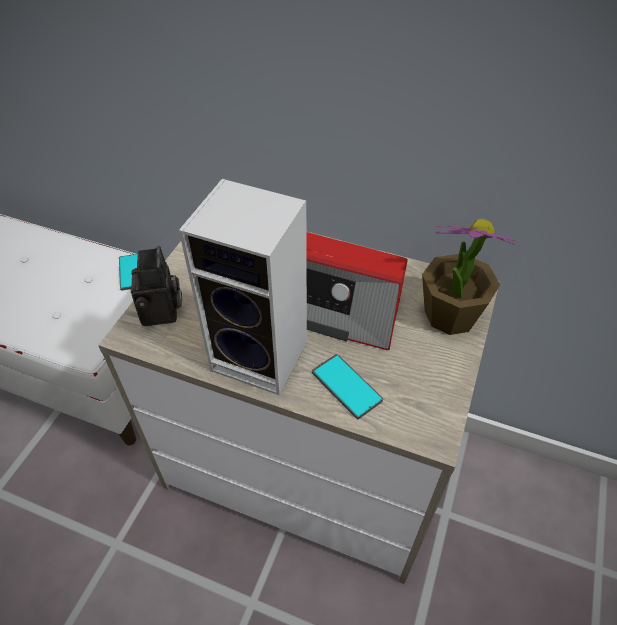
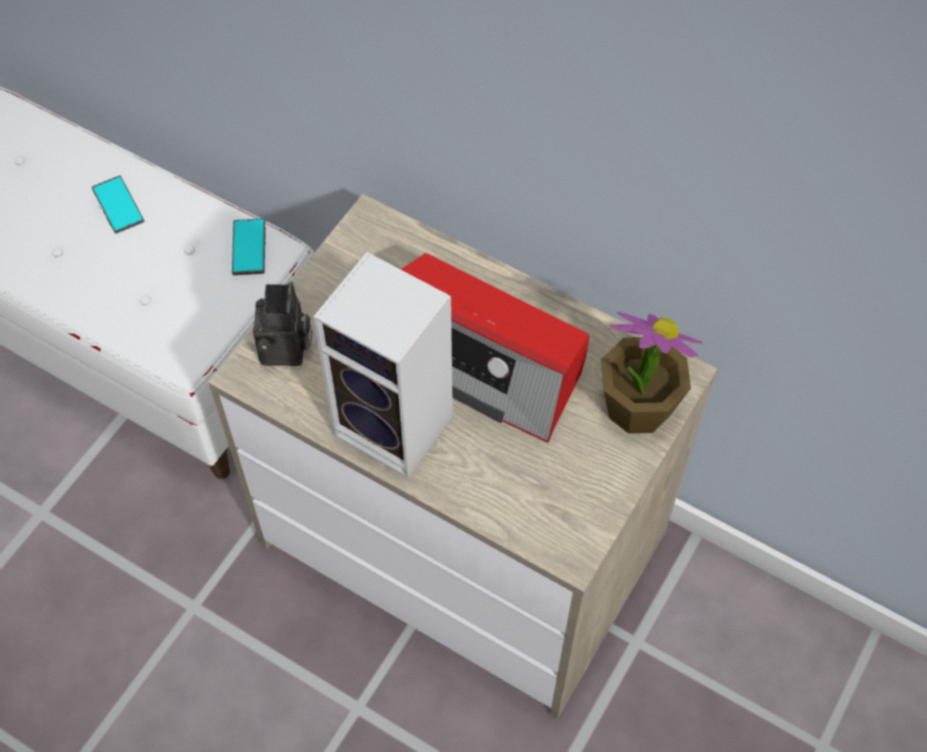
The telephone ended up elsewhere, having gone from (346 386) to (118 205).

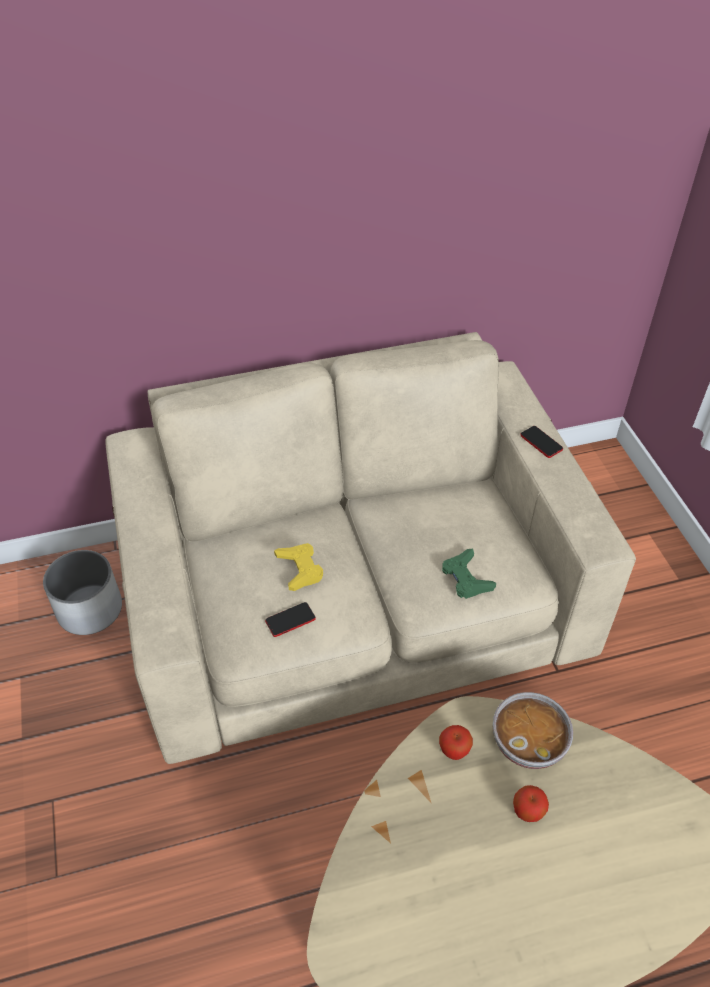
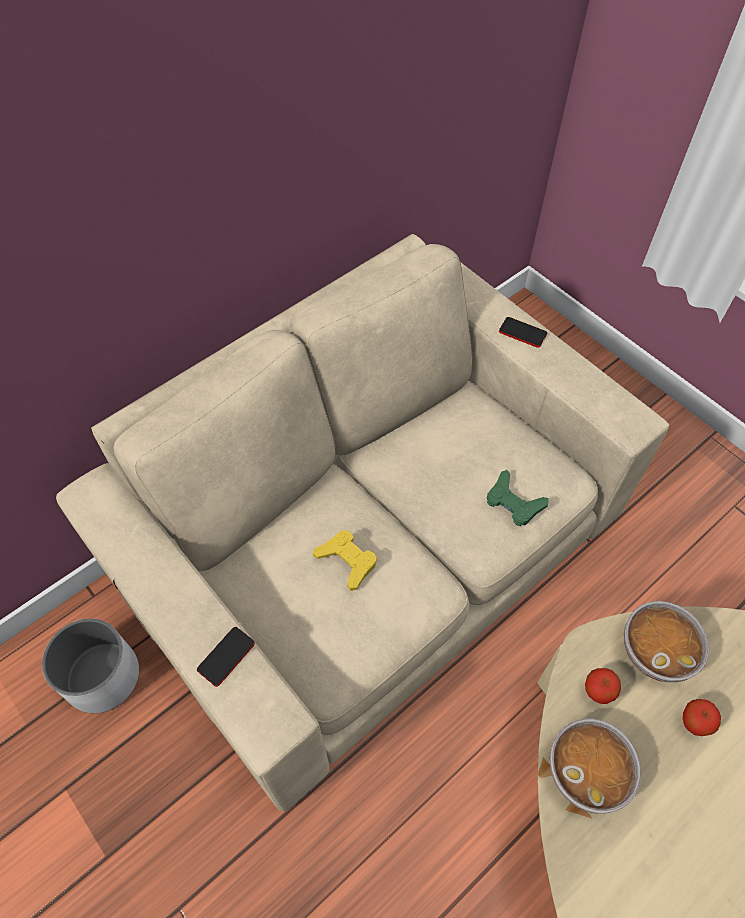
The second view gained the bowl at (587 771). The telephone ended up elsewhere, having gone from (290 620) to (226 656).

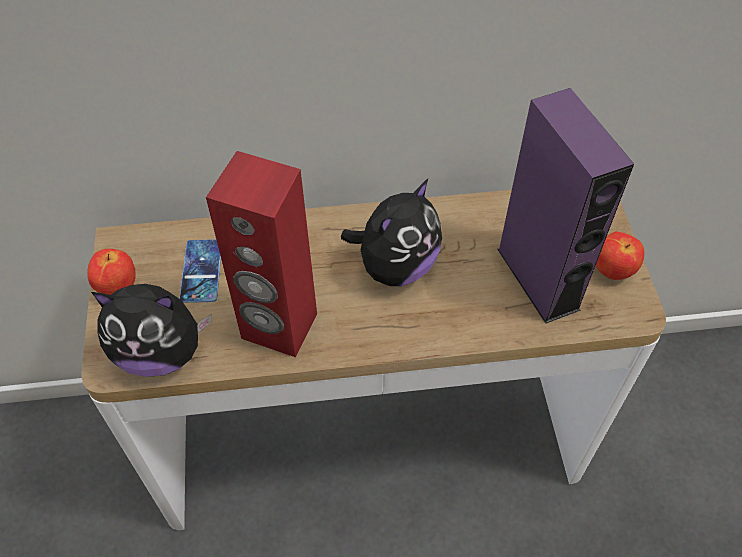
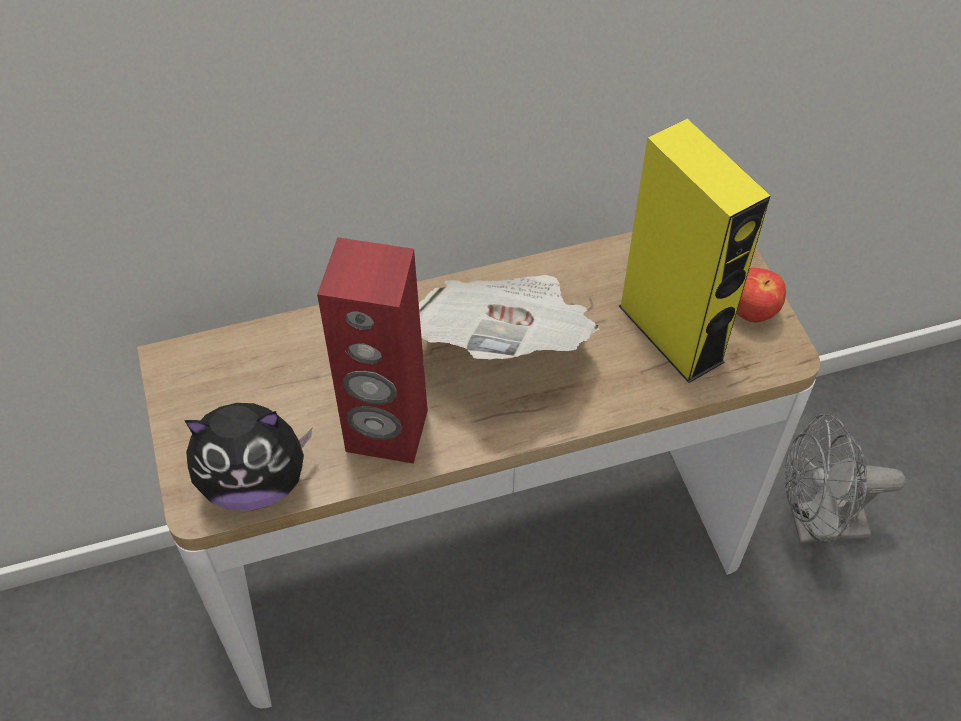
The second view lost the apple at (118 288). The second view lost the telephone at (201 271). The second view gained the gray cooling fan at (816 525). Where the cuddly toy stood at (395 267), the daily paper came to stand at (506 343). What was the purple loudspeaker at (537 279) turned into the yellowish loudspeaker at (670 333).

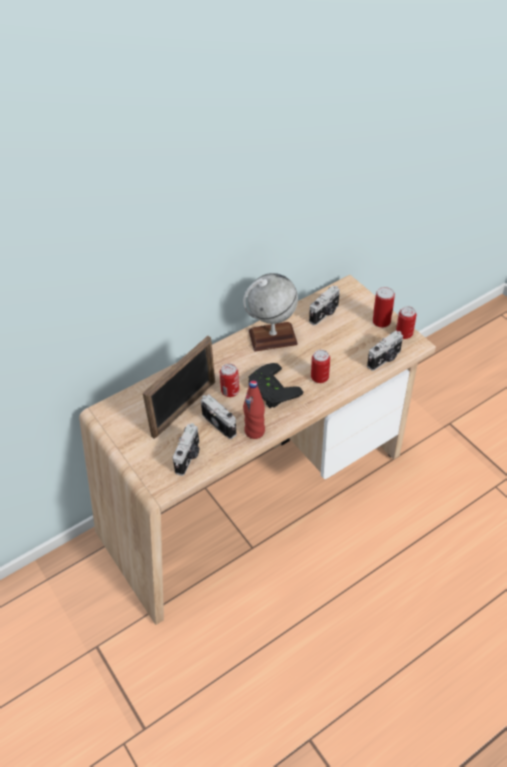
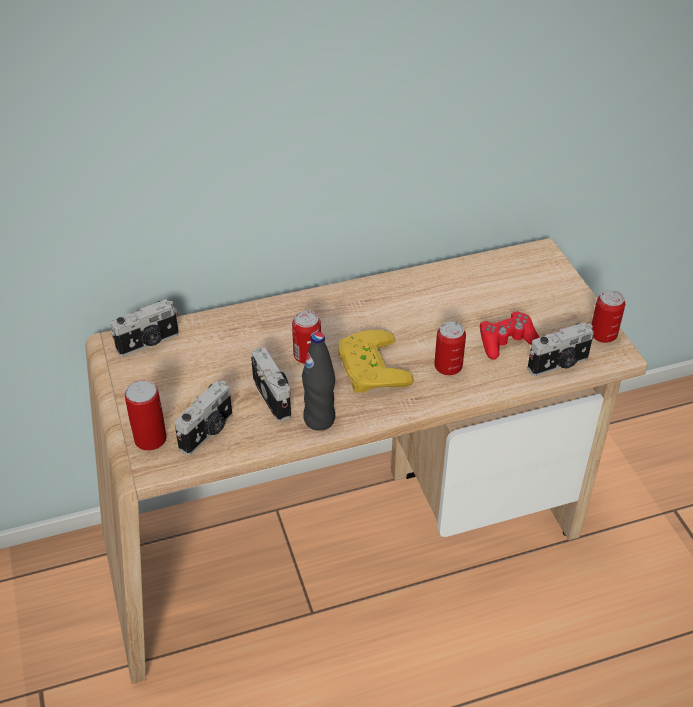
The second view lost the standing frame at (184 408). The second view lost the globe at (272 337). The second view gained the red-coloured gamepad at (506 342). The still camera ended up elsewhere, having gone from (325 314) to (148 343). The sealed can ended up elsewhere, having gone from (381 321) to (150 439). What was the red-coloured drink bottle at (254 431) turned into the black-coloured drink bottle at (319 419). What was the black-coloured gamepad at (270 390) turned into the yellowish gamepad at (367 368).

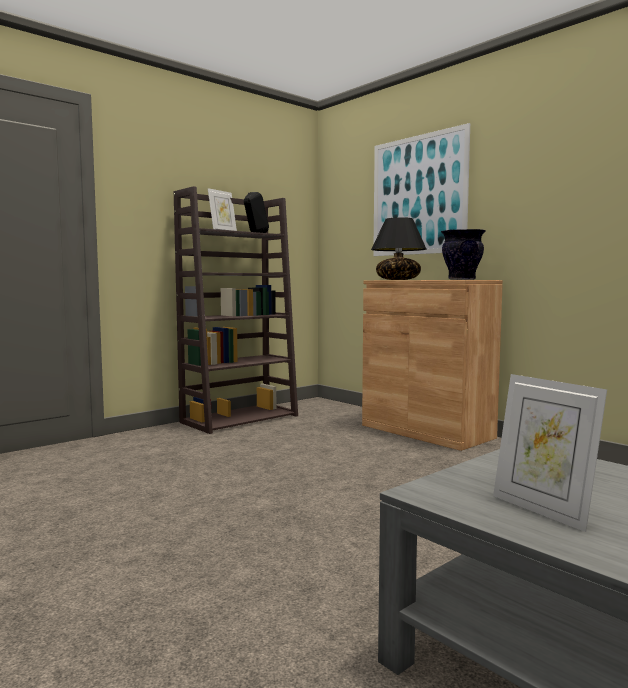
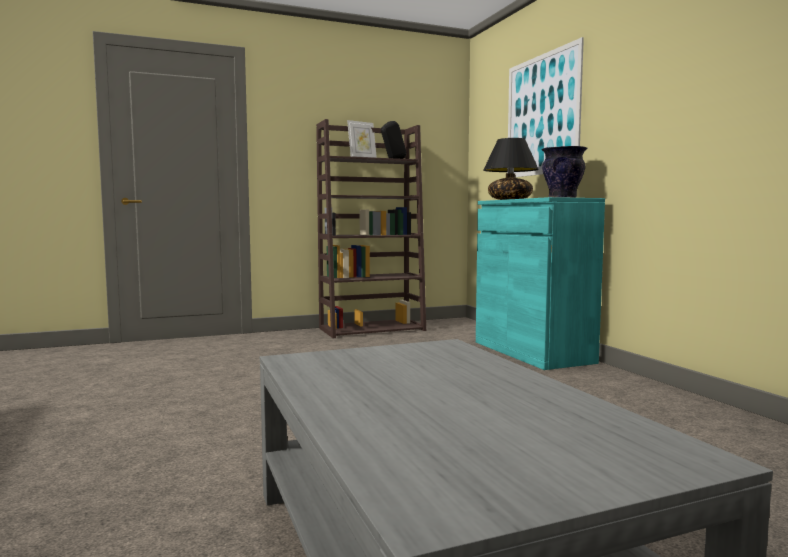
The second view lost the standing frame at (542 510). What was the brown cabinet at (426 431) turned into the turquoise cabinet at (532 352).

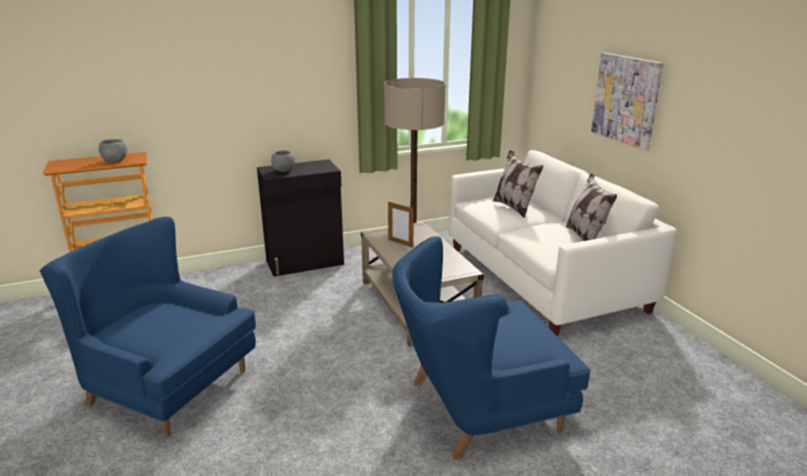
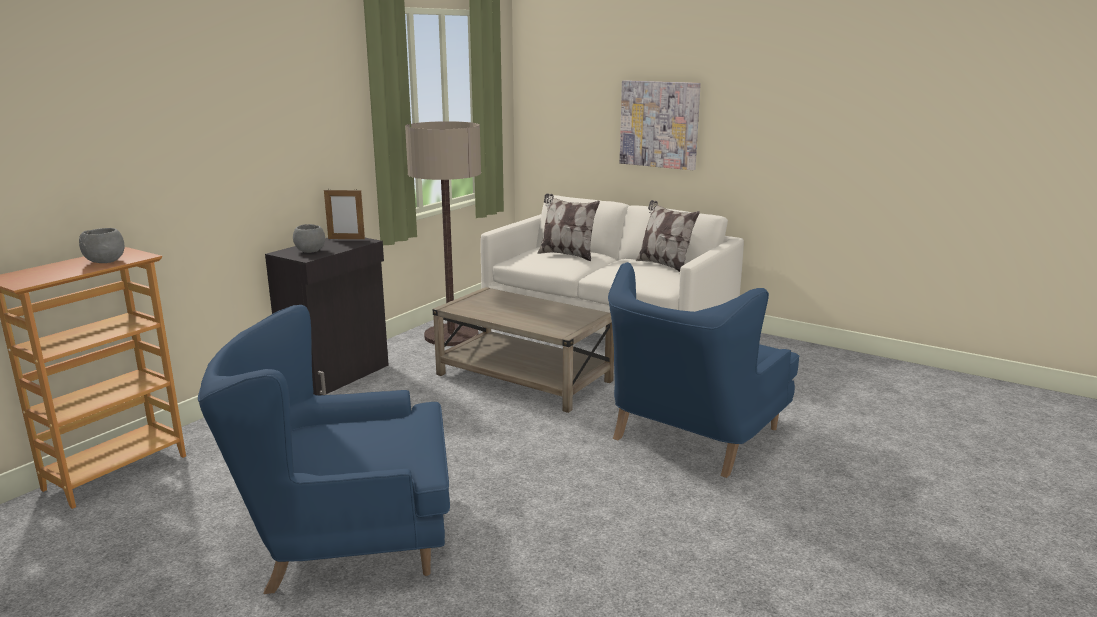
The standing frame ended up elsewhere, having gone from (400 243) to (346 239).

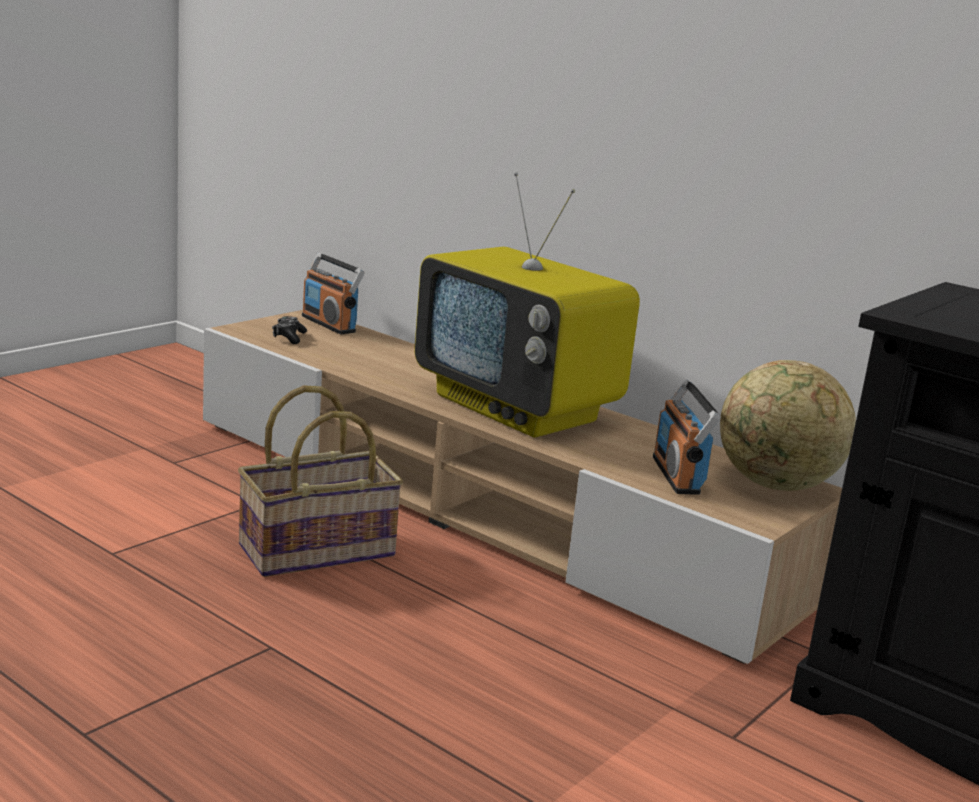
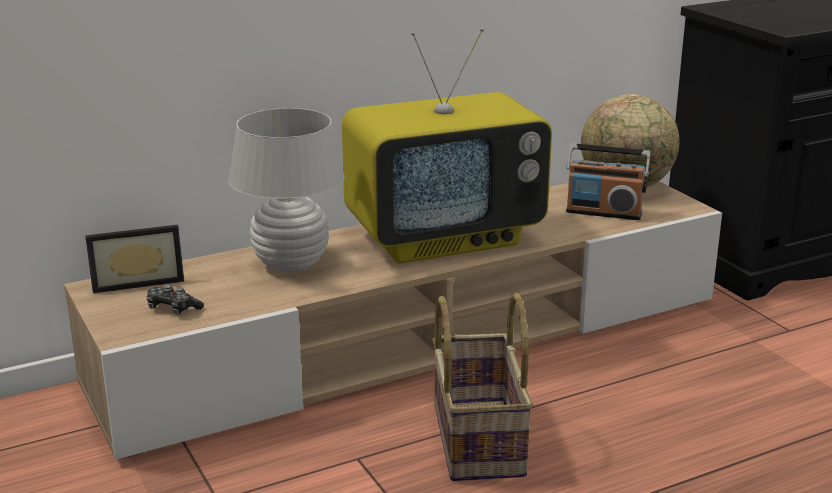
The second view gained the white table lamp at (291 264). Where the radio receiver stood at (329 324), the standing frame came to stand at (137 281).

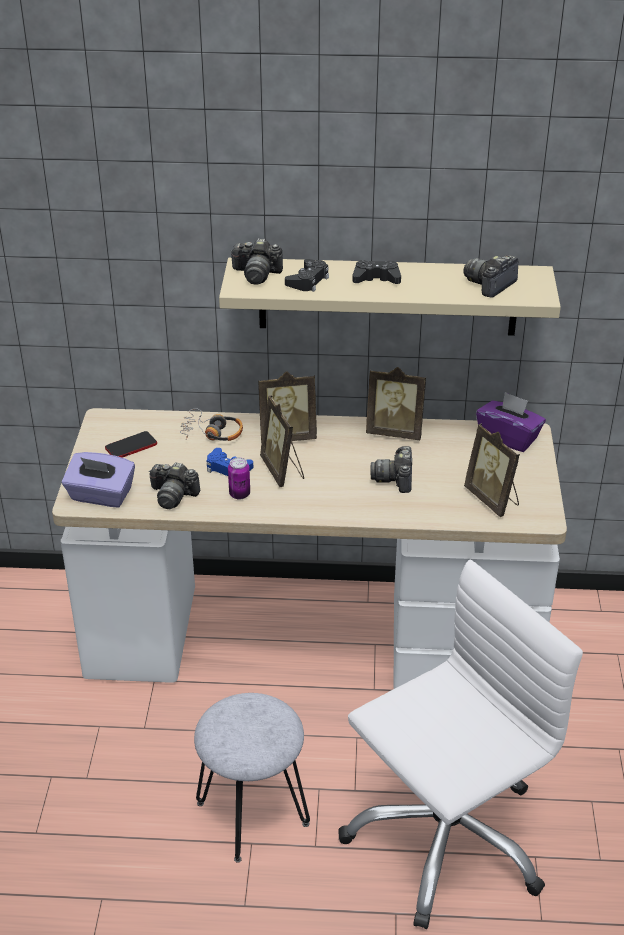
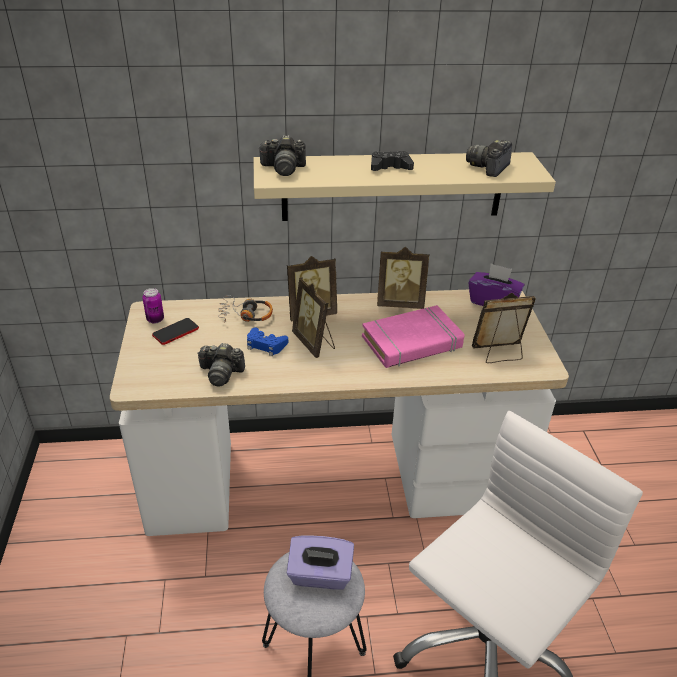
The second view lost the black-coloured gamepad at (308 280). The purple box of tissues ended up elsewhere, having gone from (101 496) to (320 575). The sealed can ended up elsewhere, having gone from (239 494) to (155 319). Where the still camera stood at (395 479), the pinkish volume came to stand at (412 342). The standing frame at (493 499) ended up facing another way, 120 degrees clockwise from before.

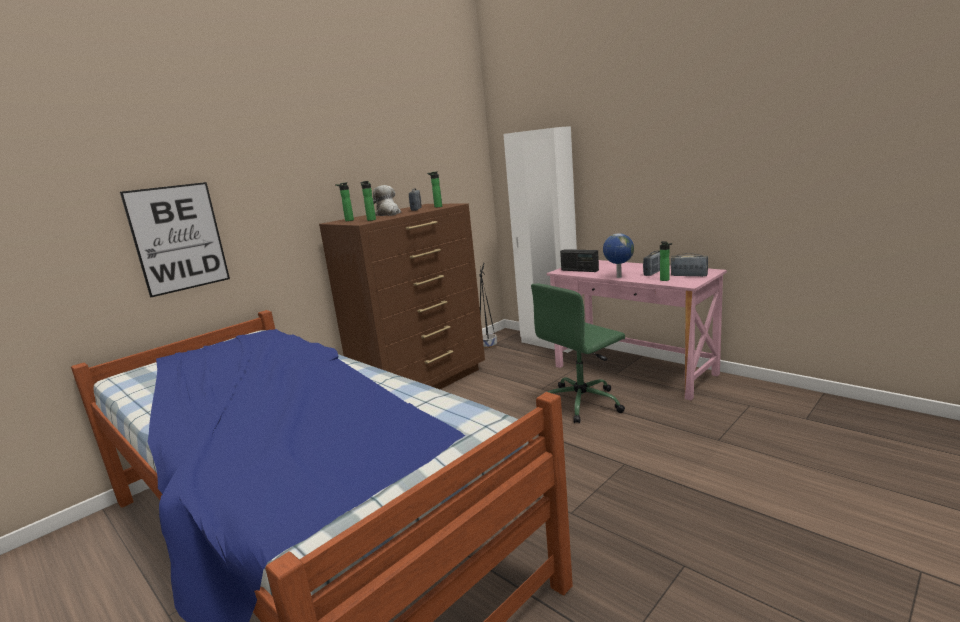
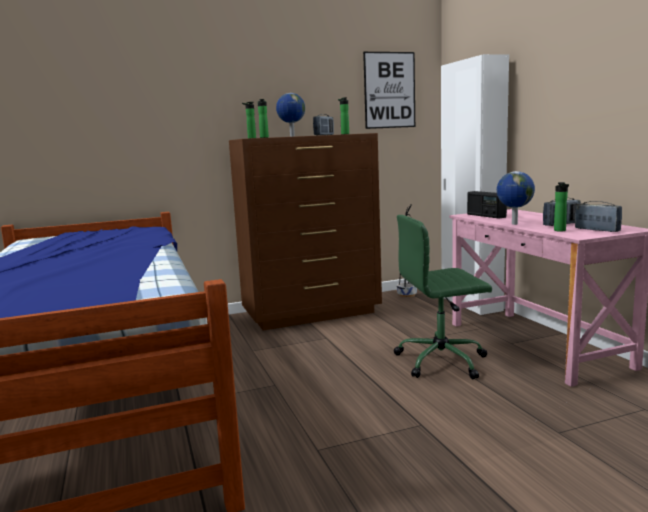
The wall picture ended up elsewhere, having gone from (178 238) to (389 90). Where the cuddly toy stood at (388 214), the globe came to stand at (292 136).

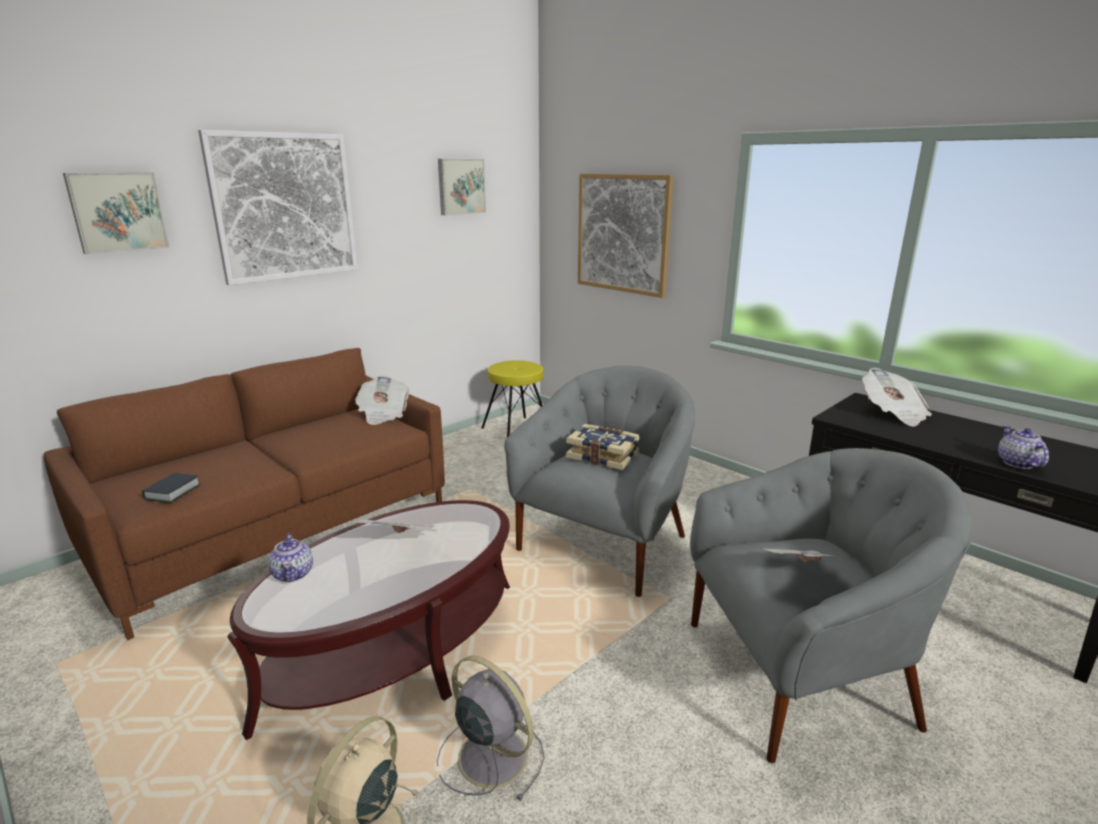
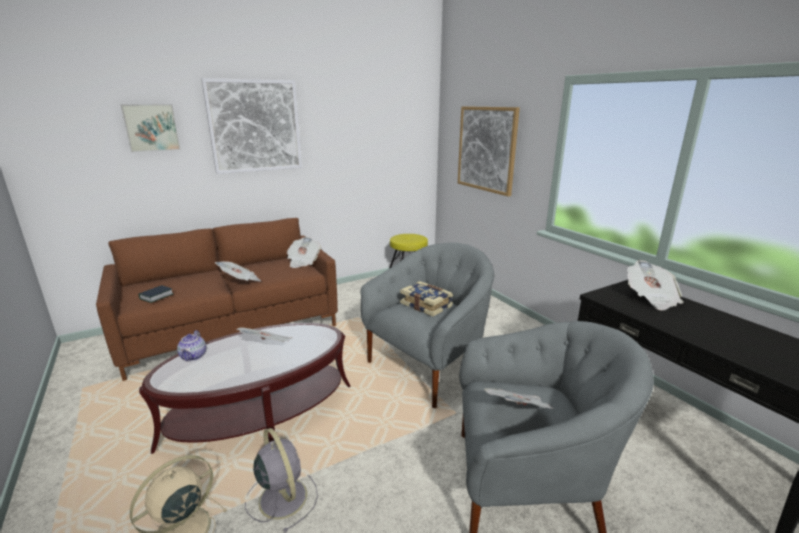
The second view lost the wall picture at (460 186). The second view lost the tea pot at (1017 463). The second view gained the daily paper at (240 281).

